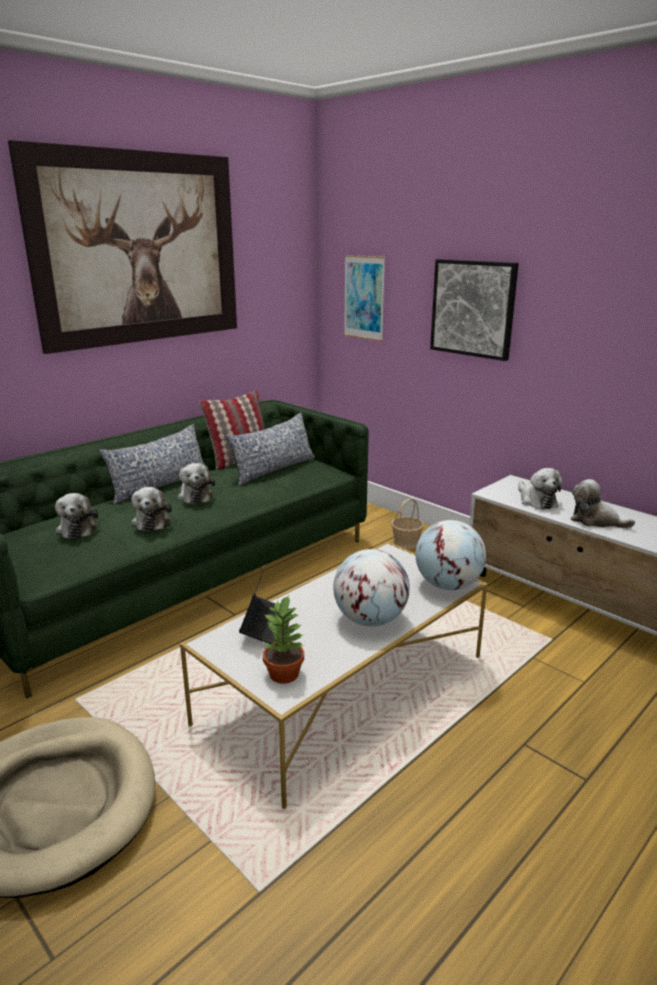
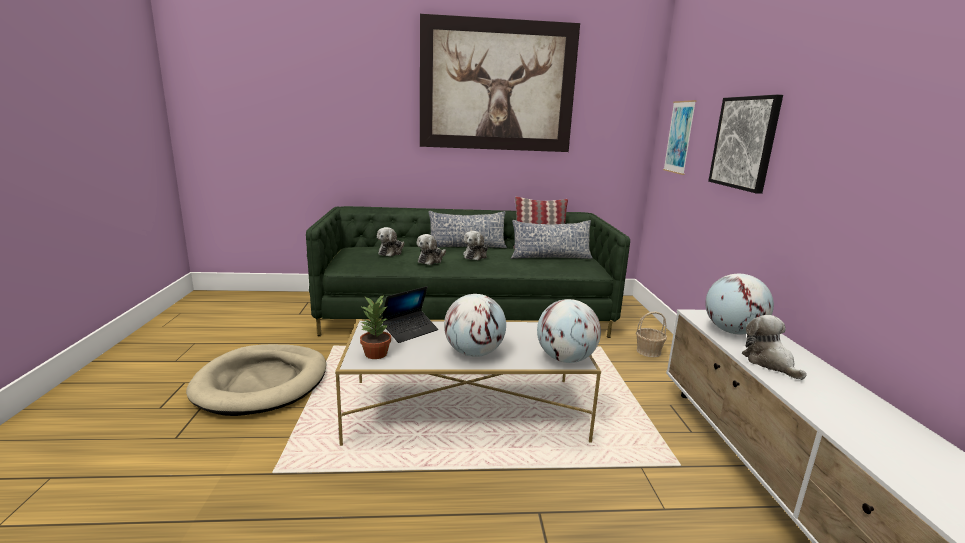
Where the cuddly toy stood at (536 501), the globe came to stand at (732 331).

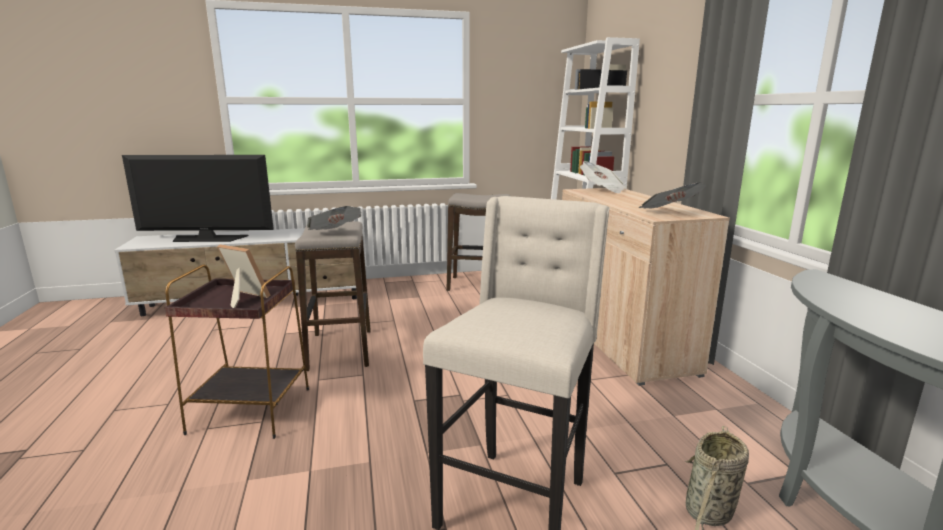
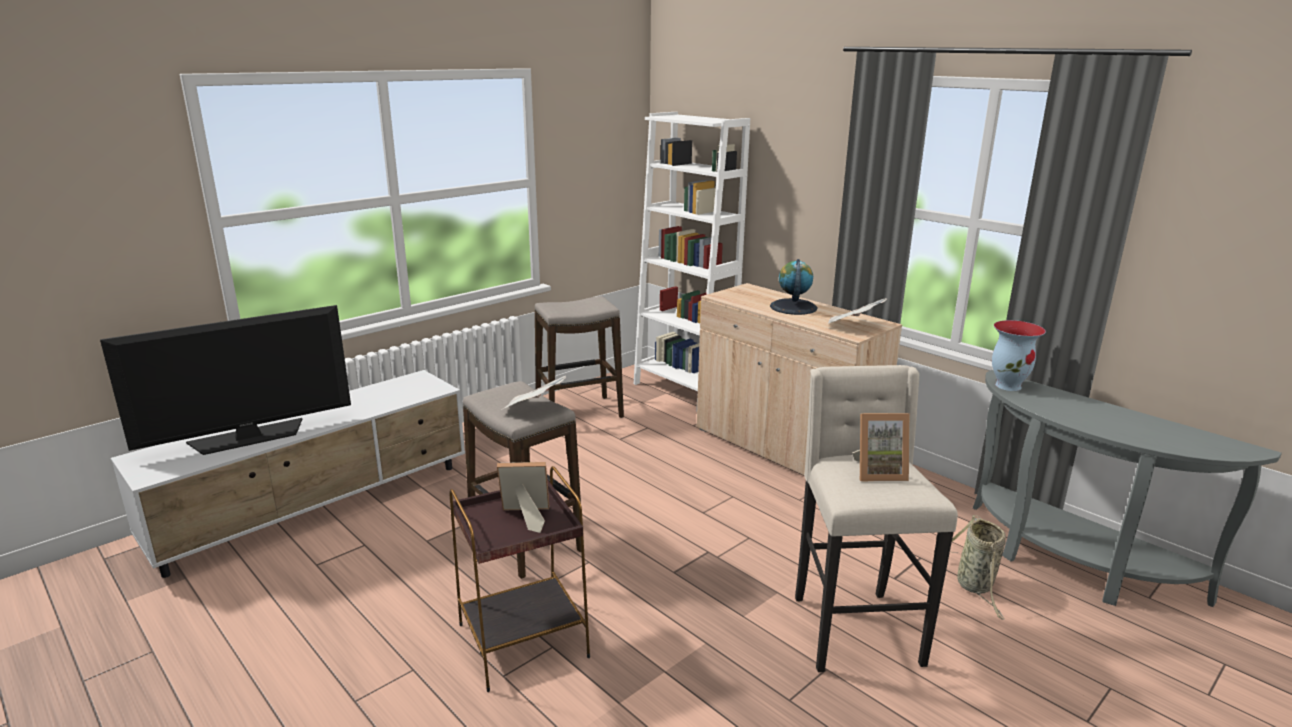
The second view lost the daily paper at (602 190). The second view gained the globe at (793 307). The second view gained the standing frame at (878 472). The second view gained the decorative vase at (1008 385).

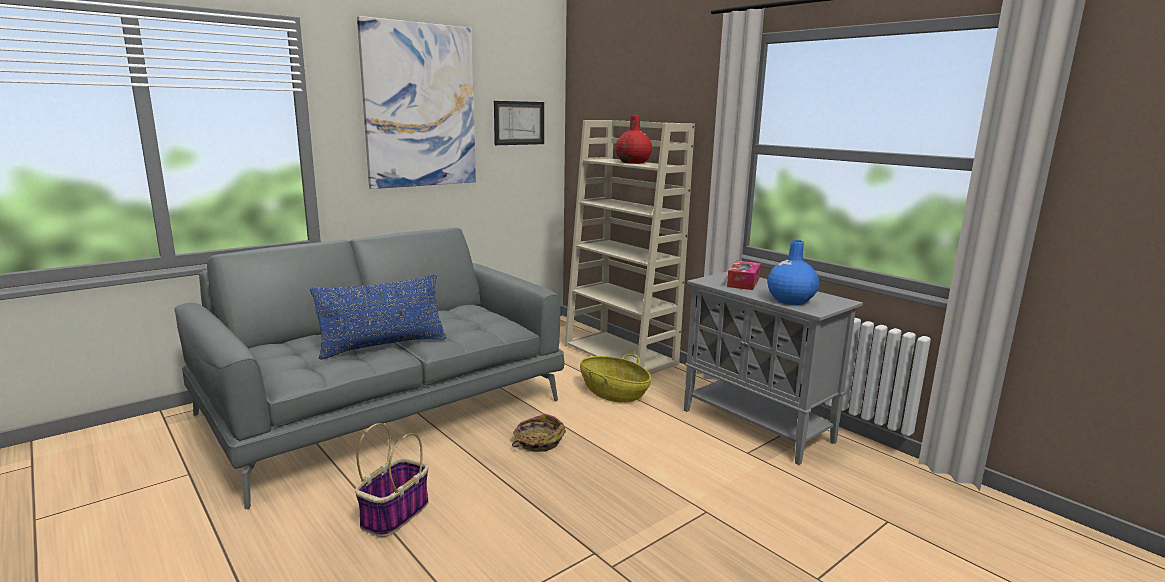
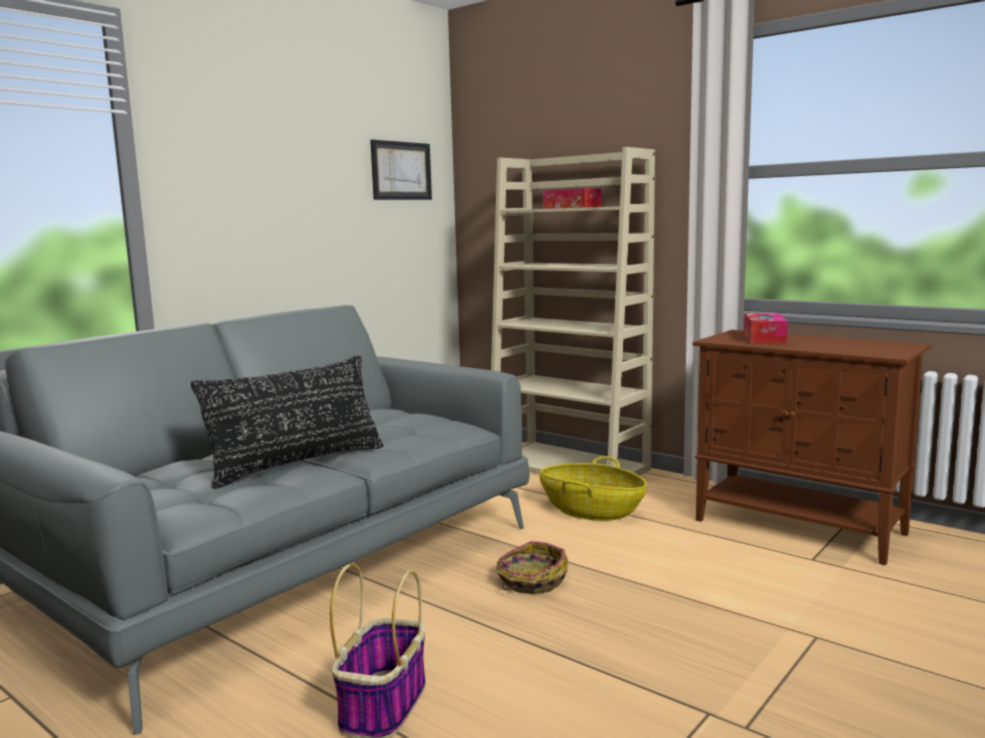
The second view lost the wall picture at (420 106). The second view lost the blue decorative vase at (790 300). Where the red-coloured decorative vase stood at (633 162), the box of tissues came to stand at (572 207). What was the blue pillow at (383 346) turned into the black-coloured pillow at (298 464). What was the gray cabinet at (758 426) turned into the brown cabinet at (801 527).

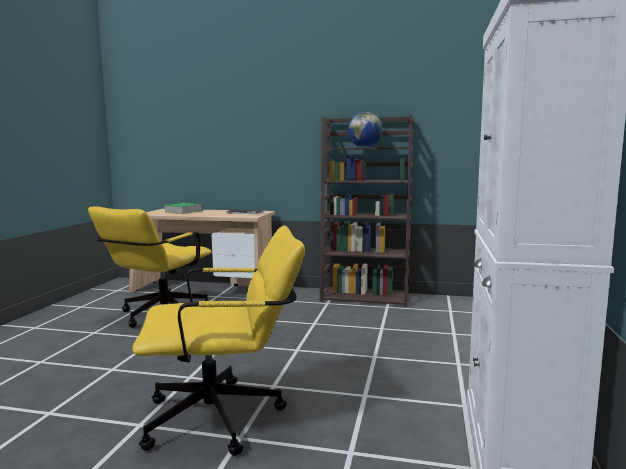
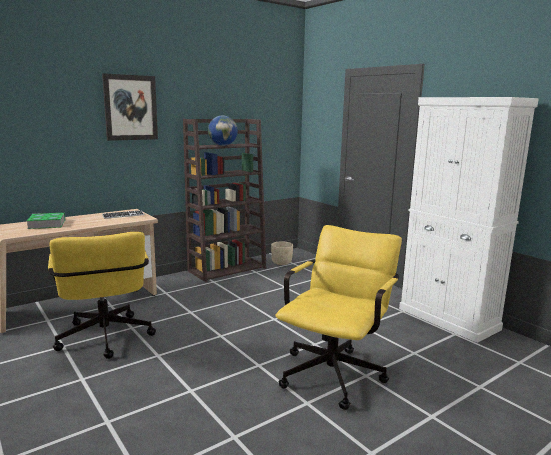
The second view gained the wall picture at (130 107). The second view gained the sand-coloured flower pot at (281 262).

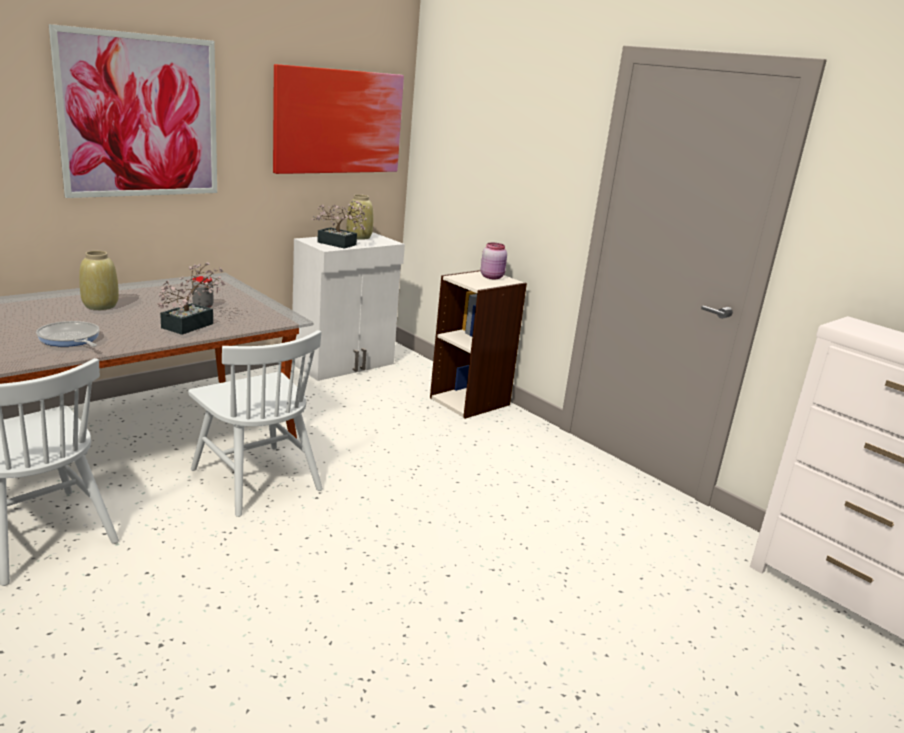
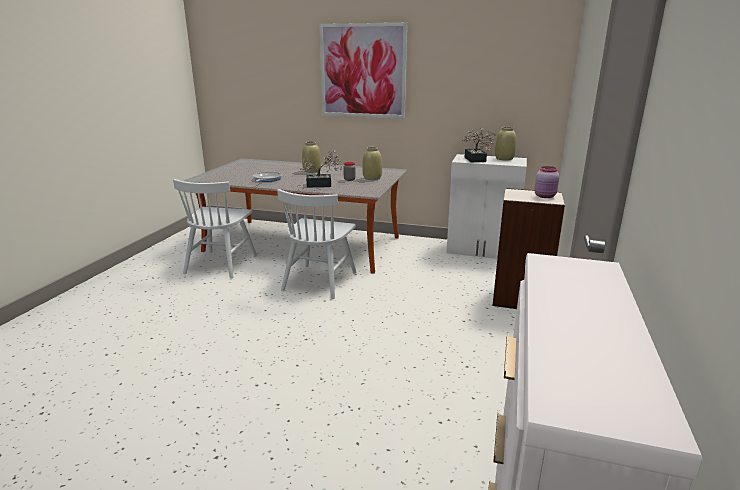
The second view lost the wall picture at (338 121). The second view gained the sand-coloured decorative vase at (372 178).

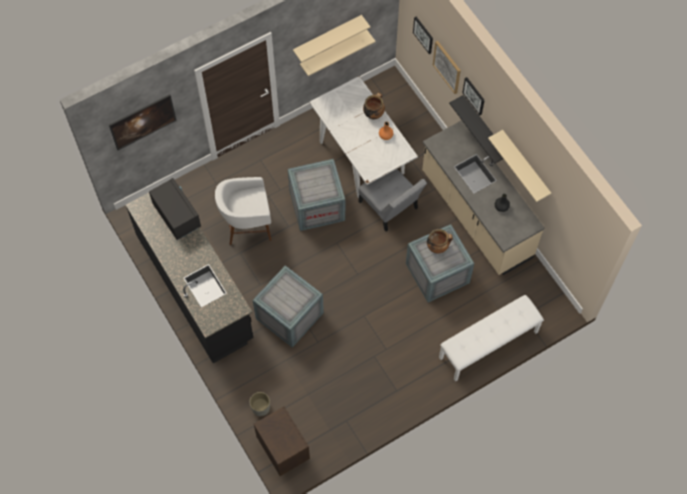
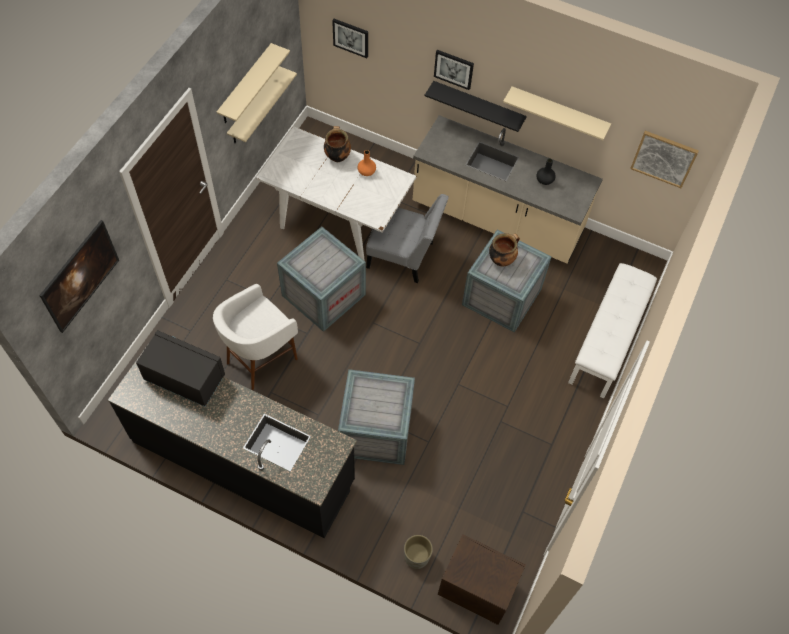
The wall picture ended up elsewhere, having gone from (447 66) to (664 158).

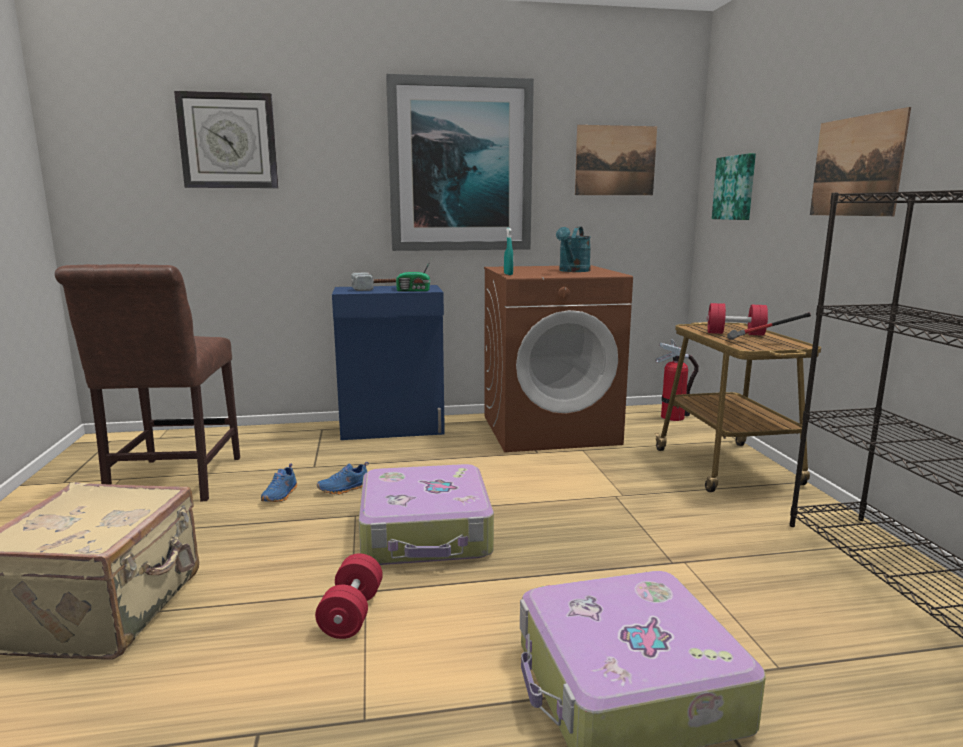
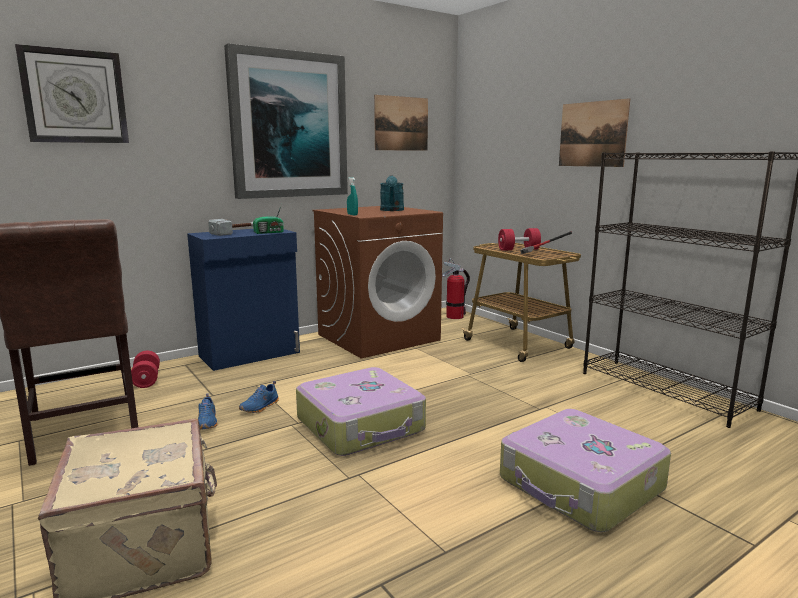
The second view lost the wall picture at (735 188). The red-coloured dumbbell ended up elsewhere, having gone from (351 613) to (146 380).

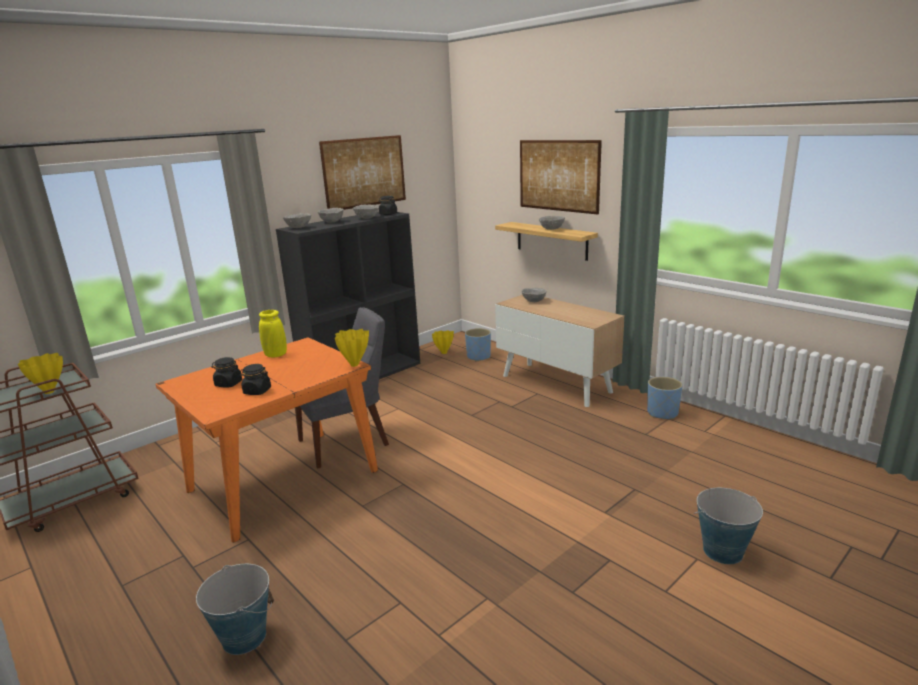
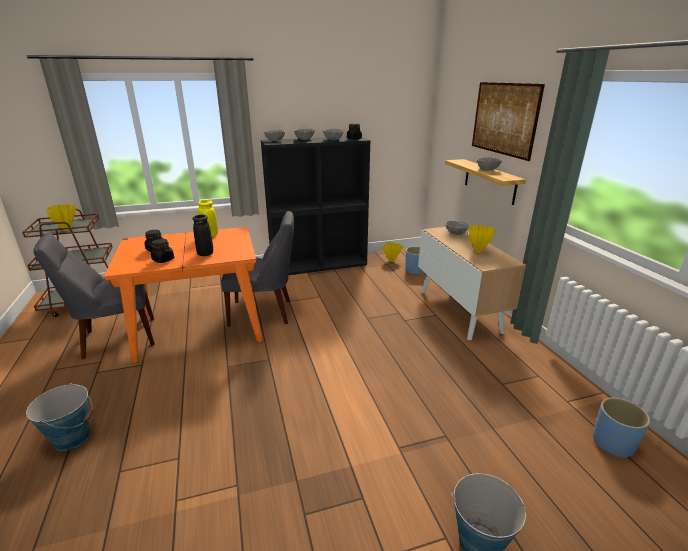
The second view lost the wall picture at (364 172). The second view gained the gray chair at (116 338). The second view gained the black-coloured decorative vase at (205 254). The yellowish decorative vase ended up elsewhere, having gone from (355 365) to (478 252). The blue flower pot ended up elsewhere, having gone from (662 413) to (613 443).

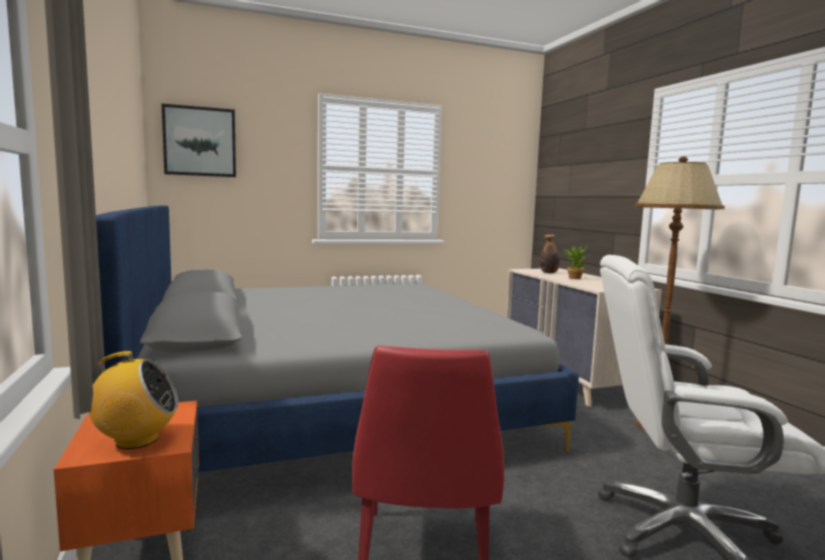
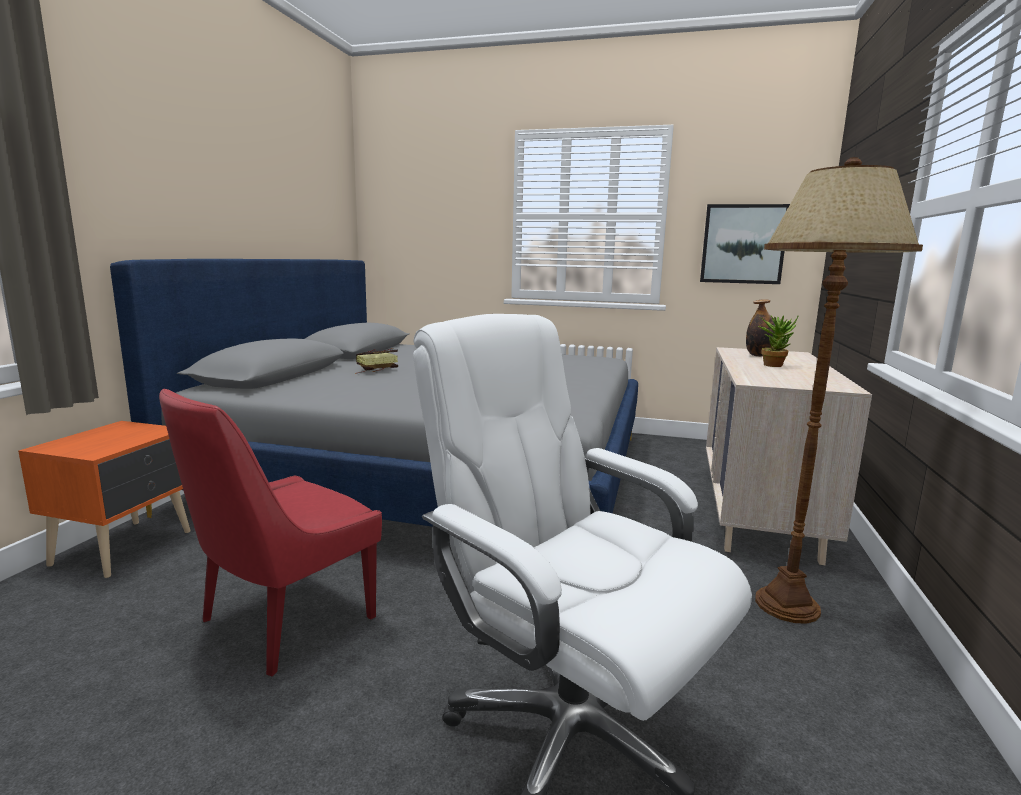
The second view lost the radio receiver at (136 440). The second view gained the volume at (373 370). The wall picture ended up elsewhere, having gone from (200 141) to (743 244).

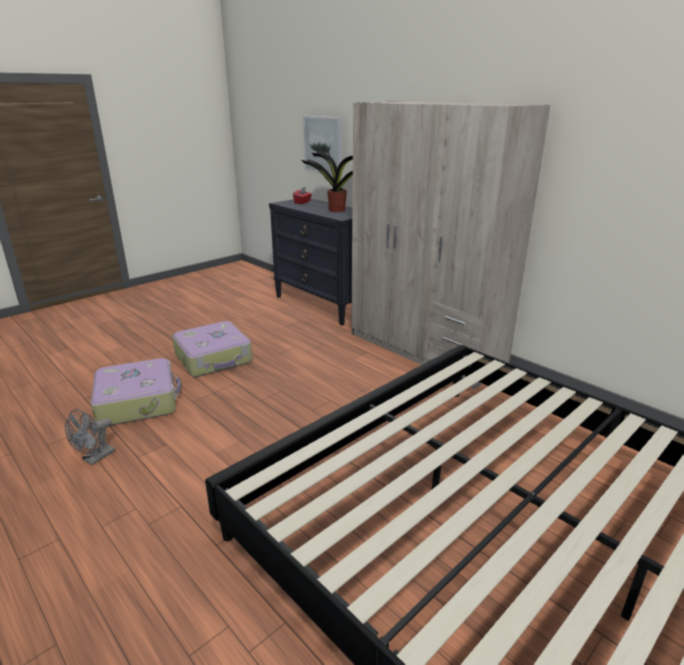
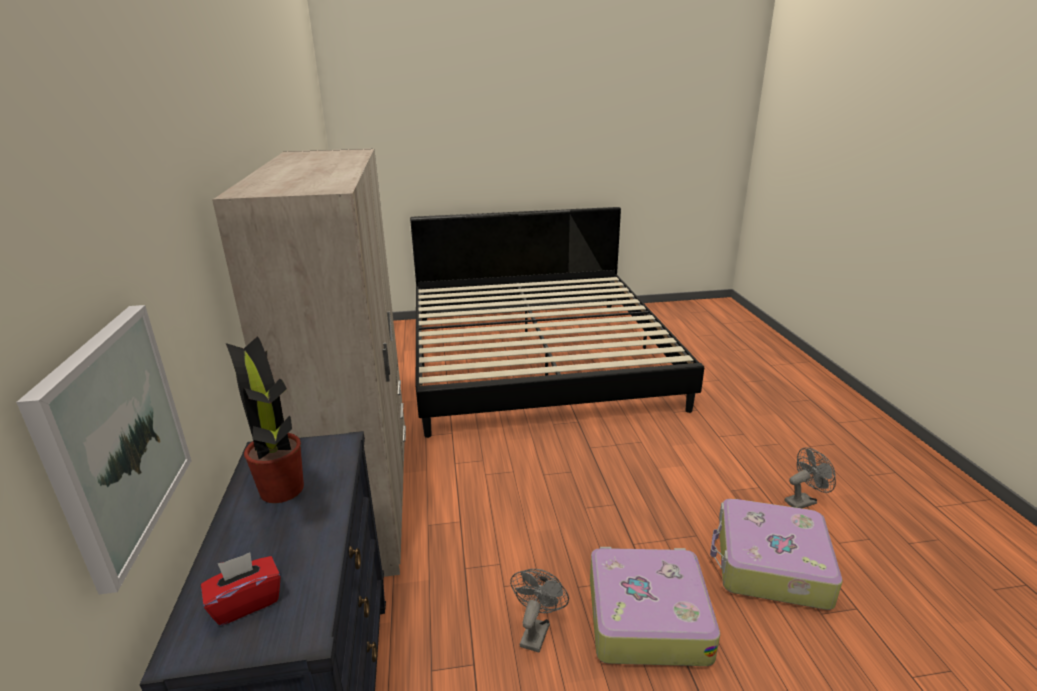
The second view gained the gray cooling fan at (536 630).

